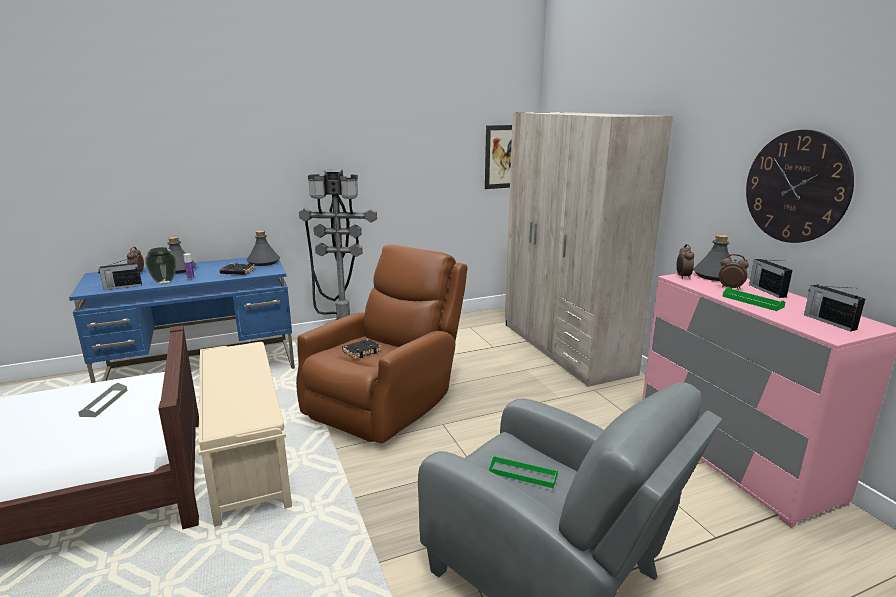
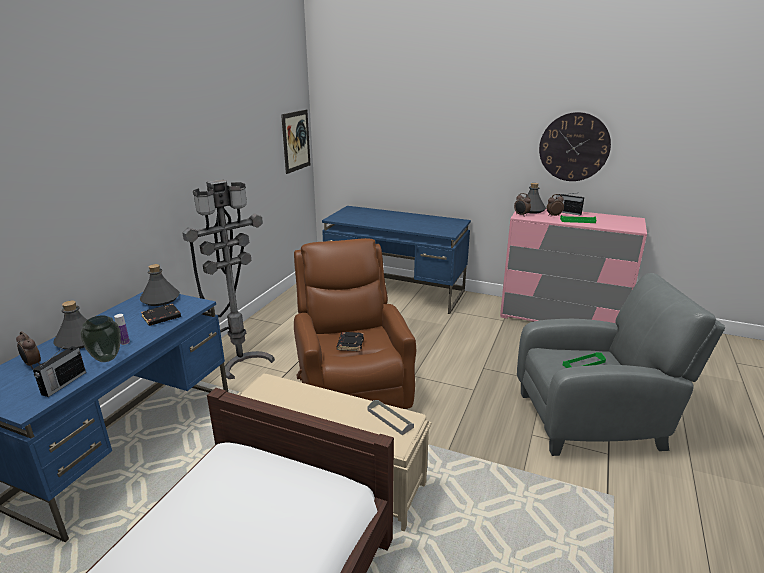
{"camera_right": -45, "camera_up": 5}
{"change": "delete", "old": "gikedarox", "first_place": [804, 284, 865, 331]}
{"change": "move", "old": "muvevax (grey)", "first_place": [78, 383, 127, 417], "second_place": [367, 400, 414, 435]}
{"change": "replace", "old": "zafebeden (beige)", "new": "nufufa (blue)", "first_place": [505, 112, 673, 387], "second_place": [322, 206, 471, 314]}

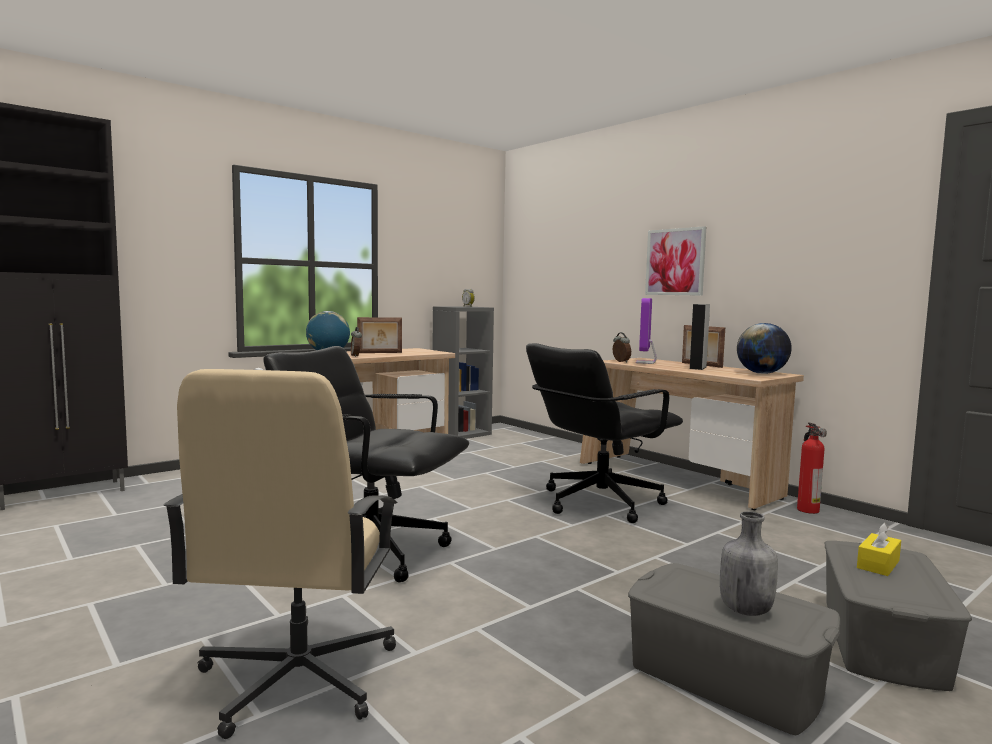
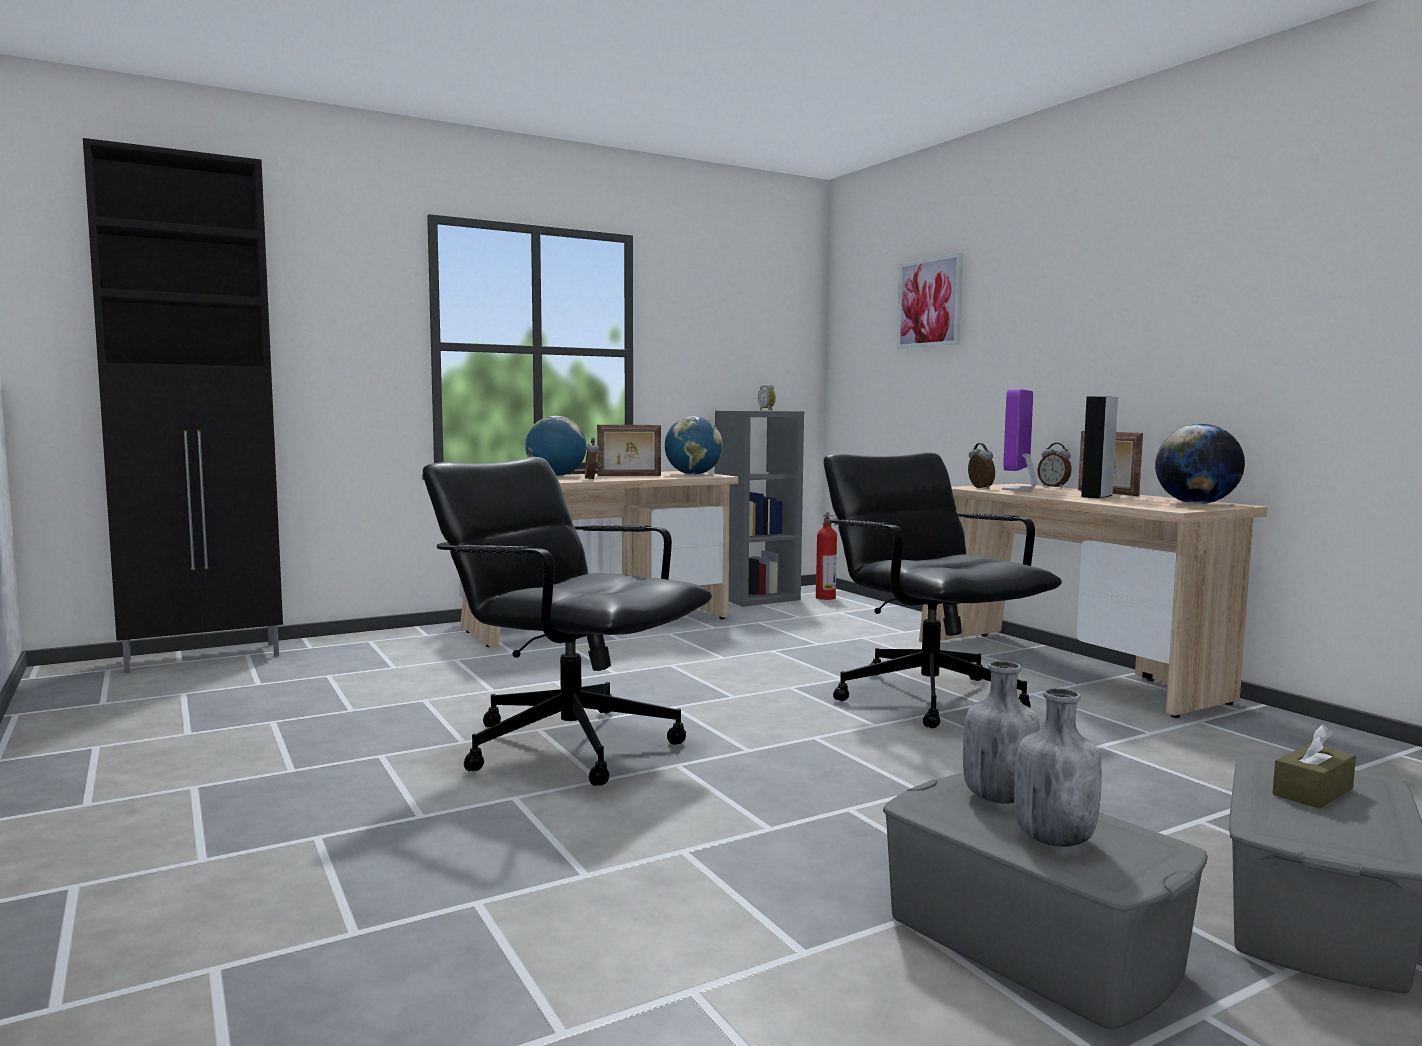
{"camera_right": 10, "camera_up": 0}
{"change": "delete", "old": "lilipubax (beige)", "first_place": [164, 369, 397, 739]}
{"change": "insert", "new": "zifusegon", "second_place": [665, 416, 723, 475]}
{"change": "insert", "new": "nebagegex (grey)", "second_place": [963, 661, 1040, 803]}
{"change": "insert", "new": "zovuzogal", "second_place": [1038, 443, 1072, 488]}
{"change": "move", "old": "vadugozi", "first_place": [645, 226, 706, 296], "second_place": [897, 253, 963, 349]}
{"change": "move", "old": "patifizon", "first_place": [797, 423, 827, 514], "second_place": [816, 512, 838, 600]}
{"change": "recolor", "old": "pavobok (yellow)", "new": "pavobok (brown)", "first_place": [857, 523, 901, 576], "second_place": [1272, 724, 1356, 809]}
{"change": "rotate", "old": "lilipubax (black)", "first_place": [526, 343, 683, 523], "second_place": [823, 452, 1062, 728], "degrees": 90}

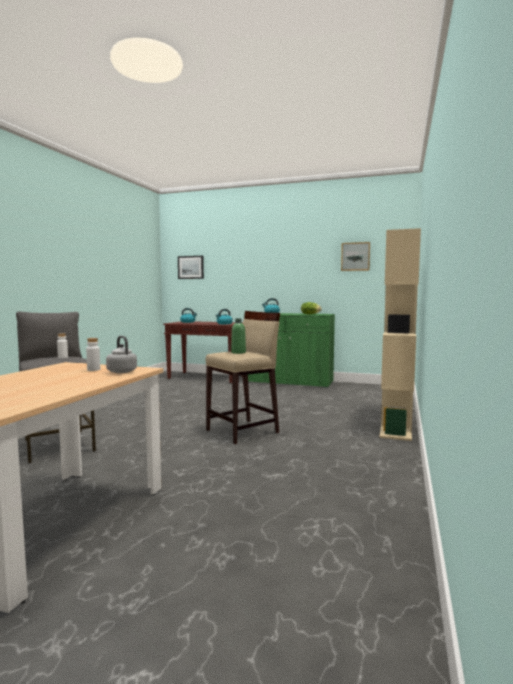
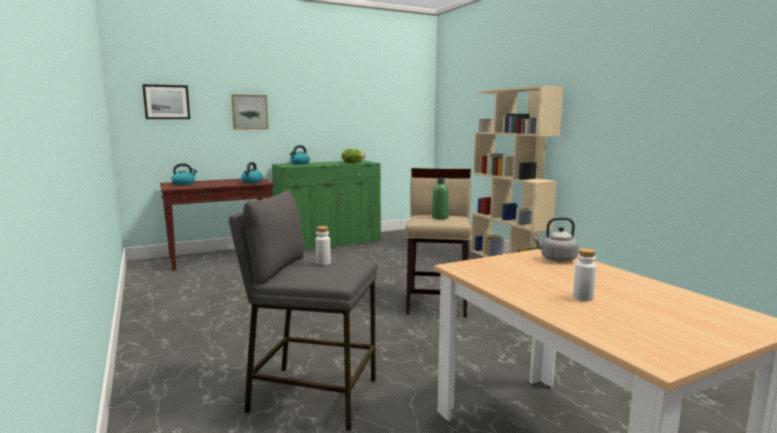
{"camera_right": -45, "camera_up": 5}
{"change": "move", "old": "nebagegex (white)", "first_place": [86, 338, 100, 371], "second_place": [573, 248, 596, 301]}
{"change": "move", "old": "vadugozi", "first_place": [341, 242, 370, 271], "second_place": [231, 95, 268, 129]}

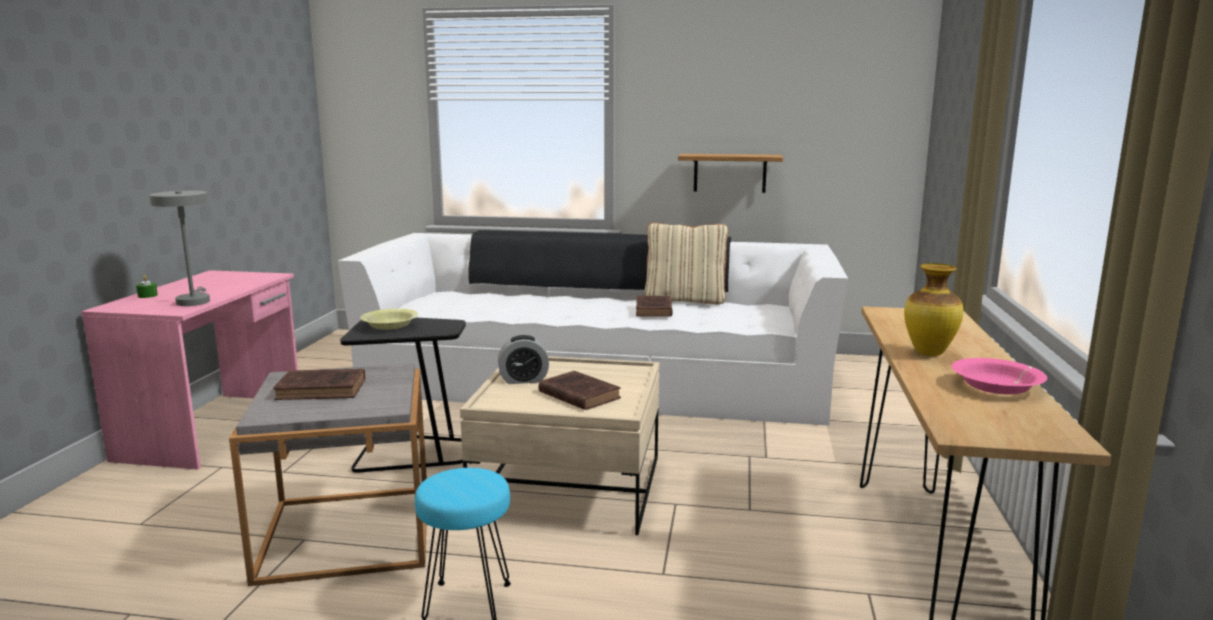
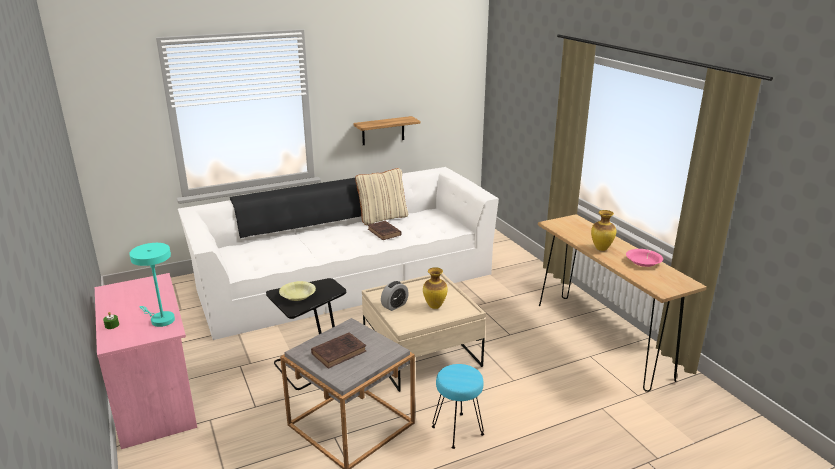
{"camera_right": -35, "camera_up": 10}
{"change": "replace", "old": "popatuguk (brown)", "new": "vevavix", "first_place": [539, 371, 621, 410], "second_place": [423, 267, 448, 309]}
{"change": "recolor", "old": "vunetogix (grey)", "new": "vunetogix (turquoise)", "first_place": [149, 191, 210, 306], "second_place": [129, 243, 175, 327]}

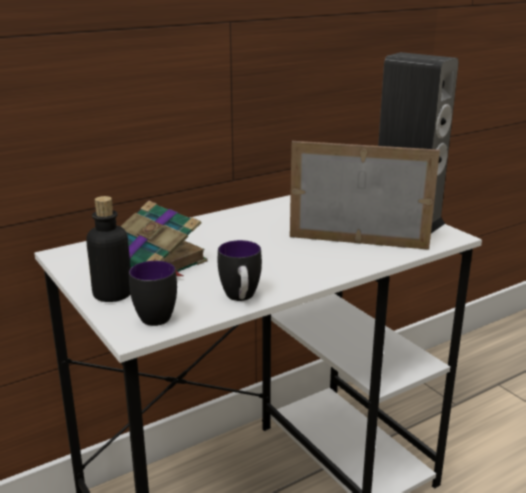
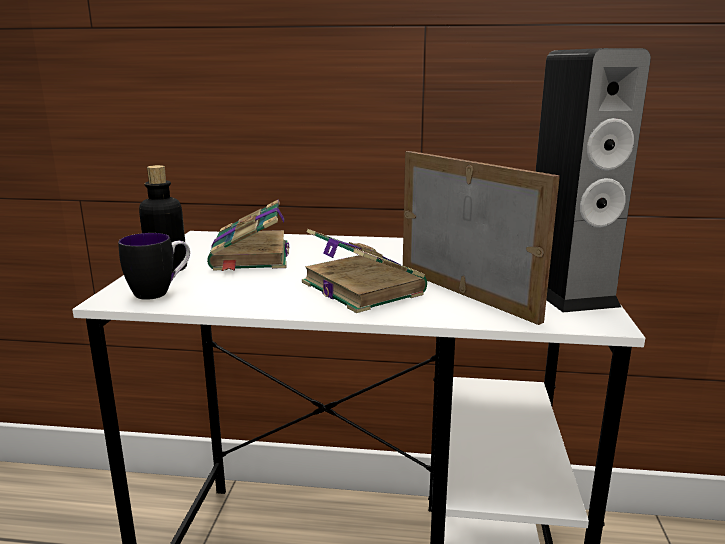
{"camera_right": 40, "camera_up": -5}
{"change": "delete", "old": "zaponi", "first_place": [218, 240, 262, 301]}
{"change": "insert", "new": "popatuguk", "second_place": [302, 229, 427, 313]}

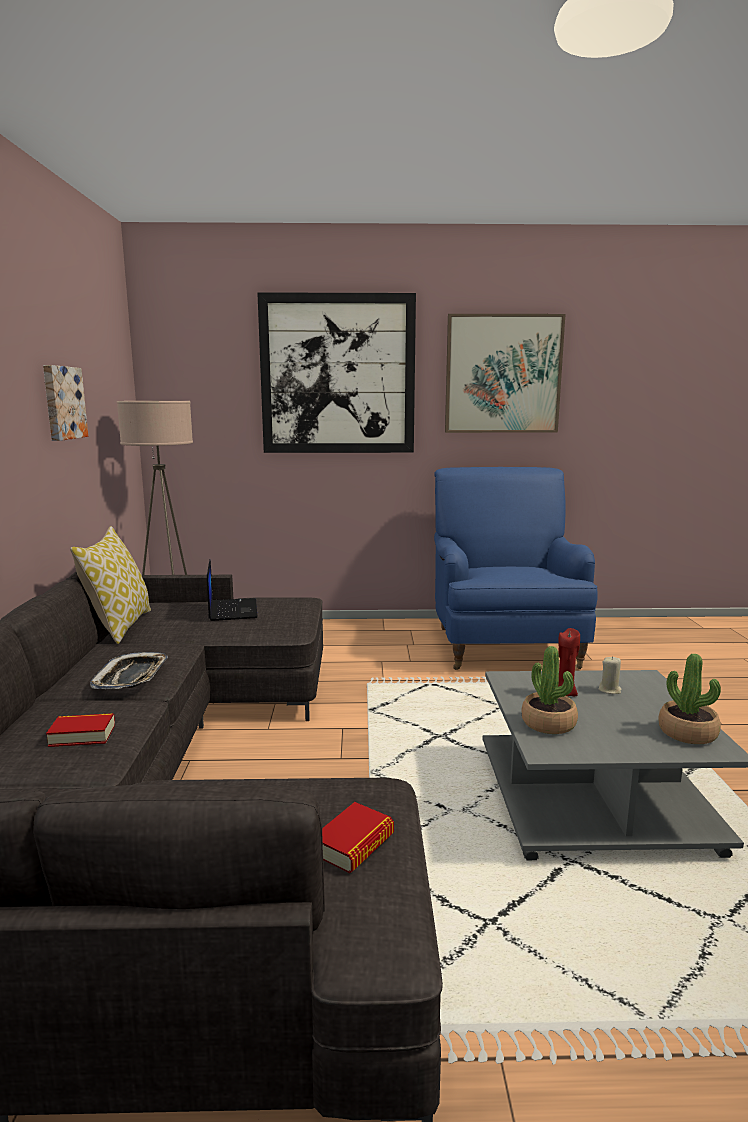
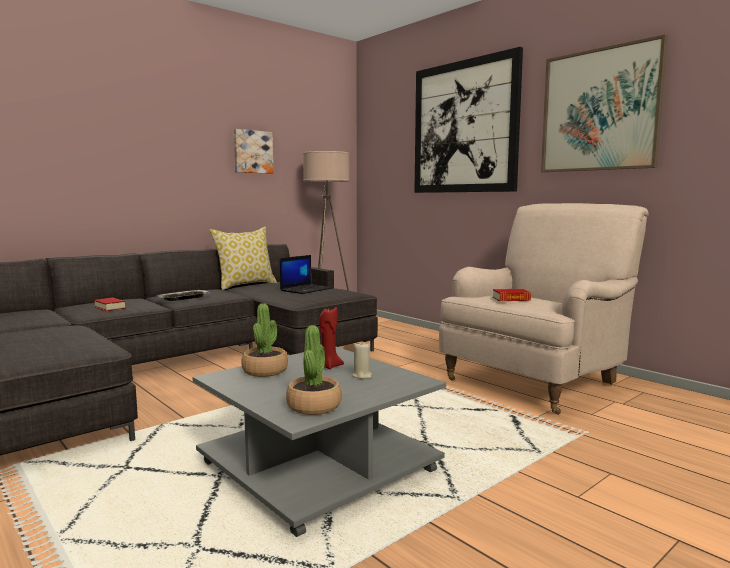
{"camera_right": 50, "camera_up": -5}
{"change": "move", "old": "popatuguk", "first_place": [322, 802, 394, 873], "second_place": [493, 289, 531, 301]}
{"change": "recolor", "old": "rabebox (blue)", "new": "rabebox (beige)", "first_place": [434, 467, 598, 670], "second_place": [439, 203, 649, 415]}

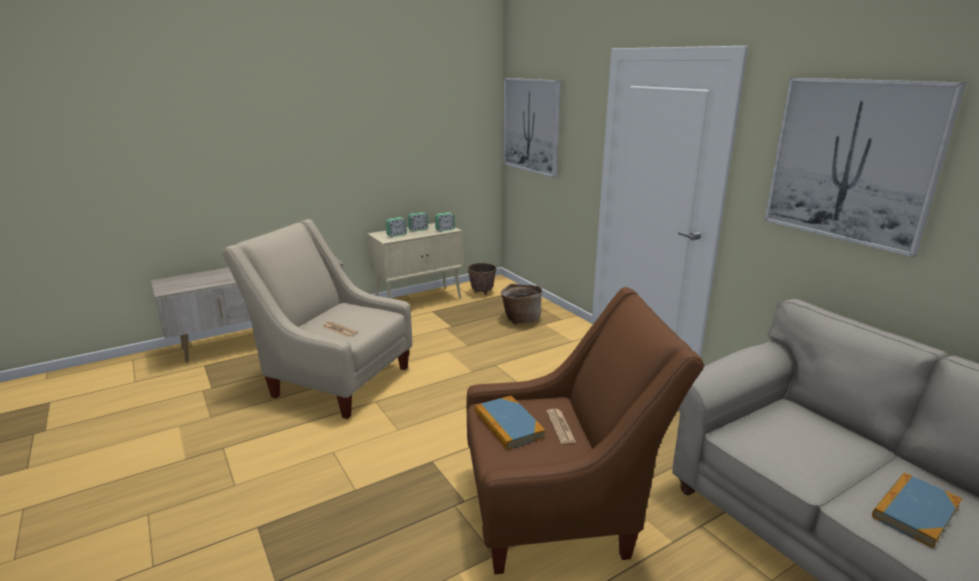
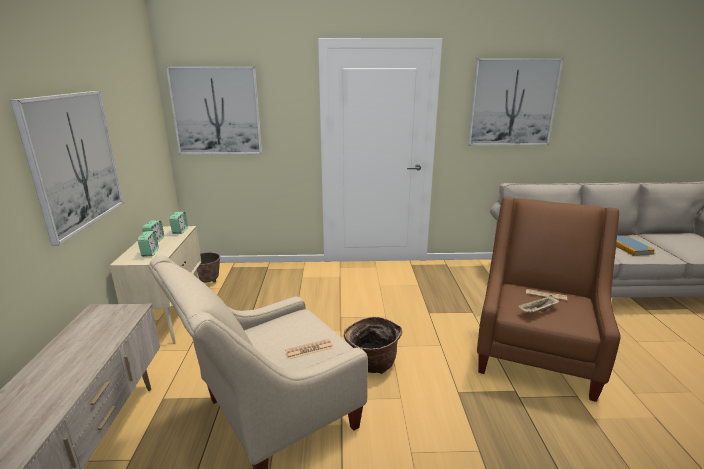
{"camera_right": -60, "camera_up": 0}
{"change": "insert", "new": "vadugozi", "second_place": [10, 91, 124, 246]}
{"change": "move", "old": "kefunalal", "first_place": [501, 284, 543, 324], "second_place": [344, 317, 402, 374]}
{"change": "replace", "old": "popatuguk", "new": "muvevax (beige)", "first_place": [475, 396, 546, 450], "second_place": [518, 295, 560, 313]}

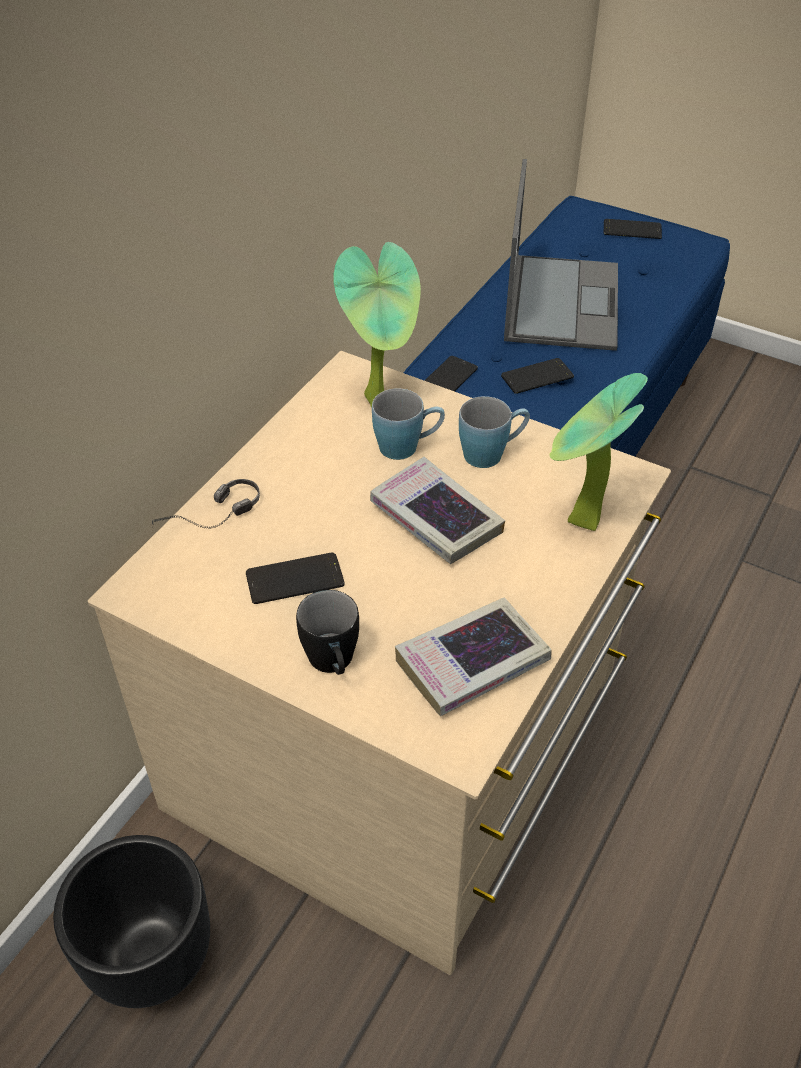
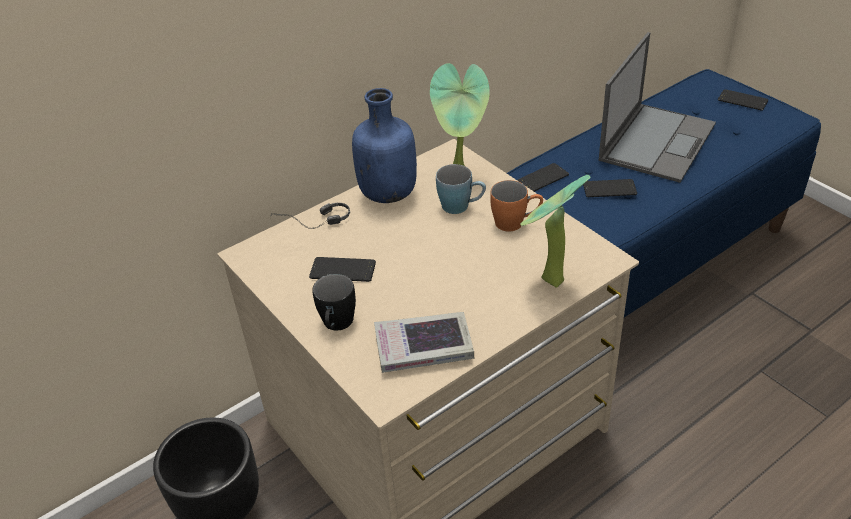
{"camera_right": 25, "camera_up": -5}
{"change": "delete", "old": "popatuguk", "first_place": [370, 457, 505, 564]}
{"change": "insert", "new": "nebagegex (blue)", "second_place": [352, 88, 417, 203]}
{"change": "recolor", "old": "zaponi (blue)", "new": "zaponi (orange)", "first_place": [459, 396, 530, 468], "second_place": [490, 180, 543, 232]}

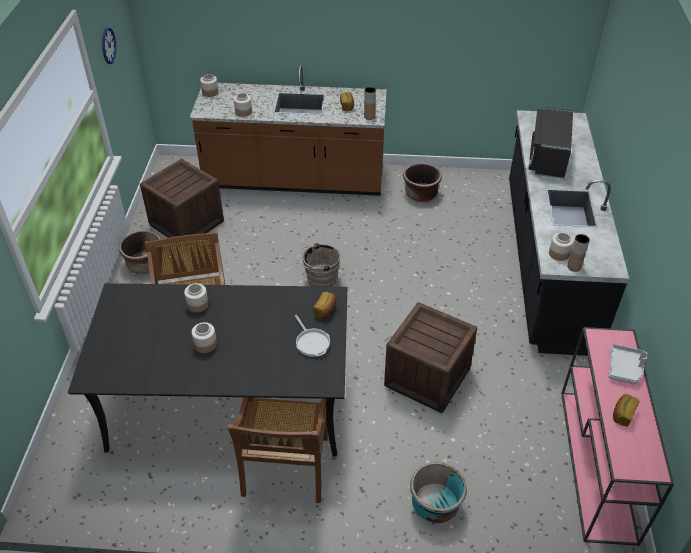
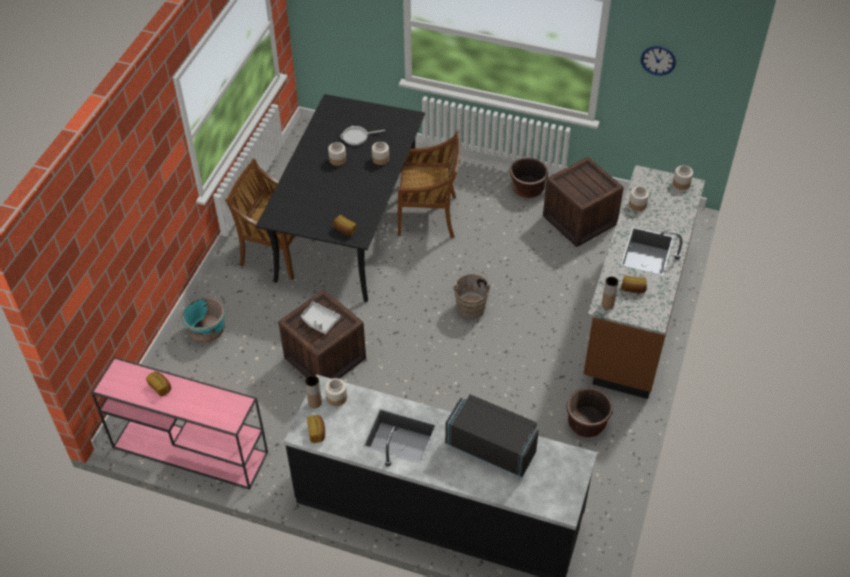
{"camera_right": 105, "camera_up": 5}
{"change": "insert", "new": "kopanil", "second_place": [307, 415, 325, 443]}
{"change": "move", "old": "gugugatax", "first_place": [294, 314, 330, 357], "second_place": [340, 126, 385, 145]}
{"change": "move", "old": "muvevax (grey)", "first_place": [609, 344, 647, 384], "second_place": [301, 302, 341, 334]}

